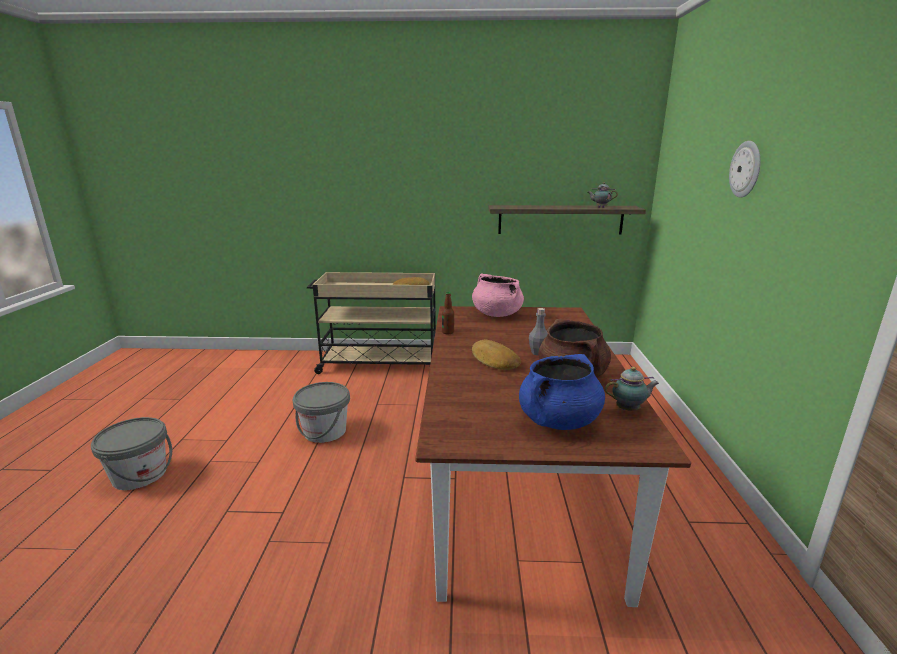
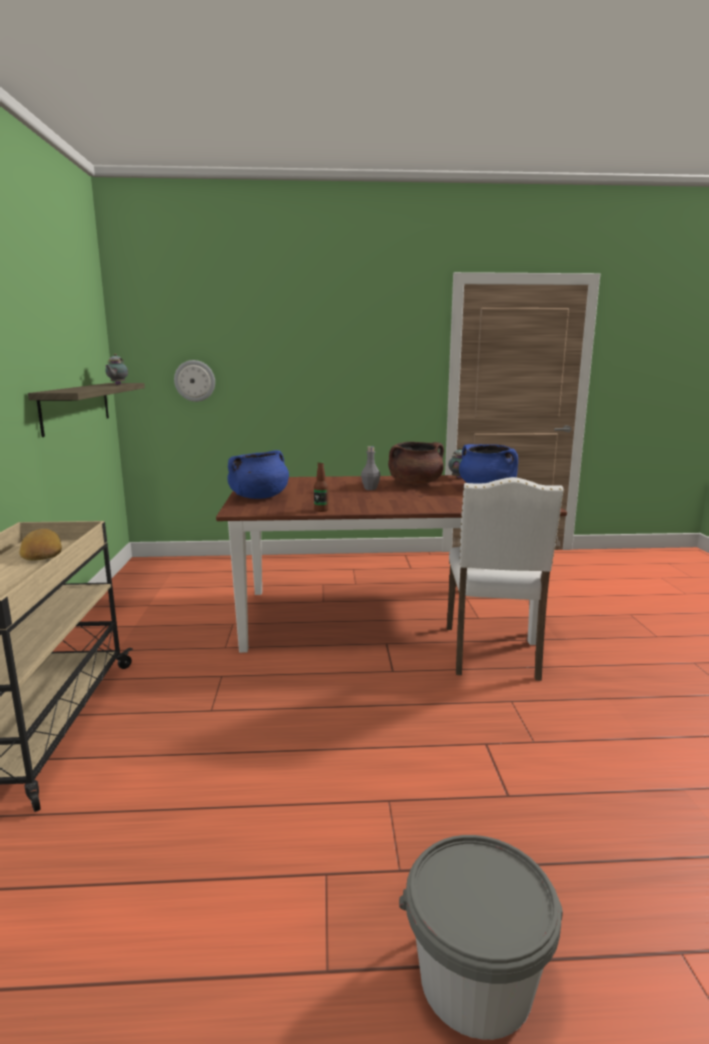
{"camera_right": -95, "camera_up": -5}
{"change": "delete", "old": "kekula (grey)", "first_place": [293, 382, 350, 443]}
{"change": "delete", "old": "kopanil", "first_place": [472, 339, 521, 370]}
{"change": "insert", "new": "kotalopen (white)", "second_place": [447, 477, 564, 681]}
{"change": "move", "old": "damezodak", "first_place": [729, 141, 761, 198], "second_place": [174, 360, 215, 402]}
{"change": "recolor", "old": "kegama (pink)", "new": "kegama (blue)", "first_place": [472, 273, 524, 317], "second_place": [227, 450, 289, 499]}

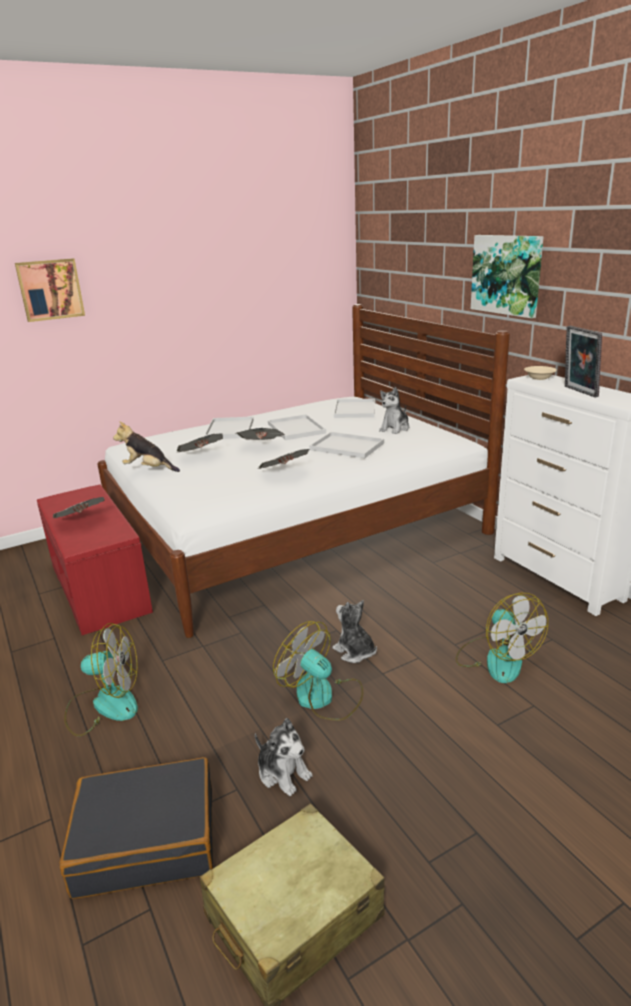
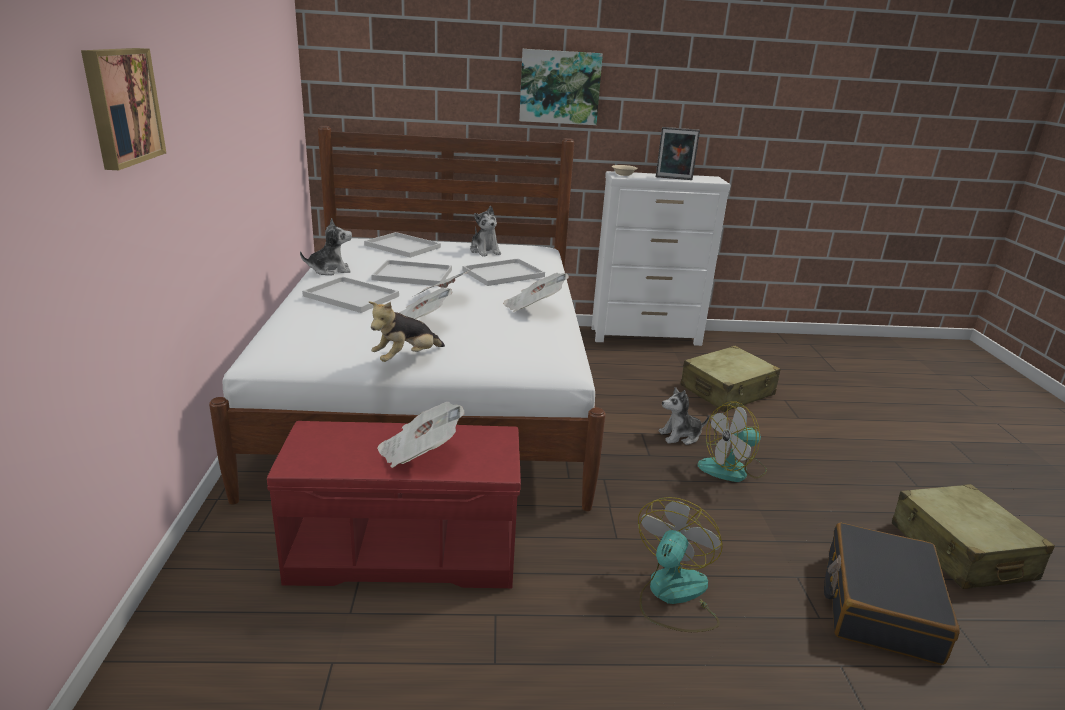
{"camera_right": -65, "camera_up": 0}
{"change": "move", "old": "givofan", "first_place": [255, 718, 313, 796], "second_place": [300, 218, 352, 275]}
{"change": "replace", "old": "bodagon", "new": "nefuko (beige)", "first_place": [456, 593, 548, 683], "second_place": [680, 346, 781, 412]}

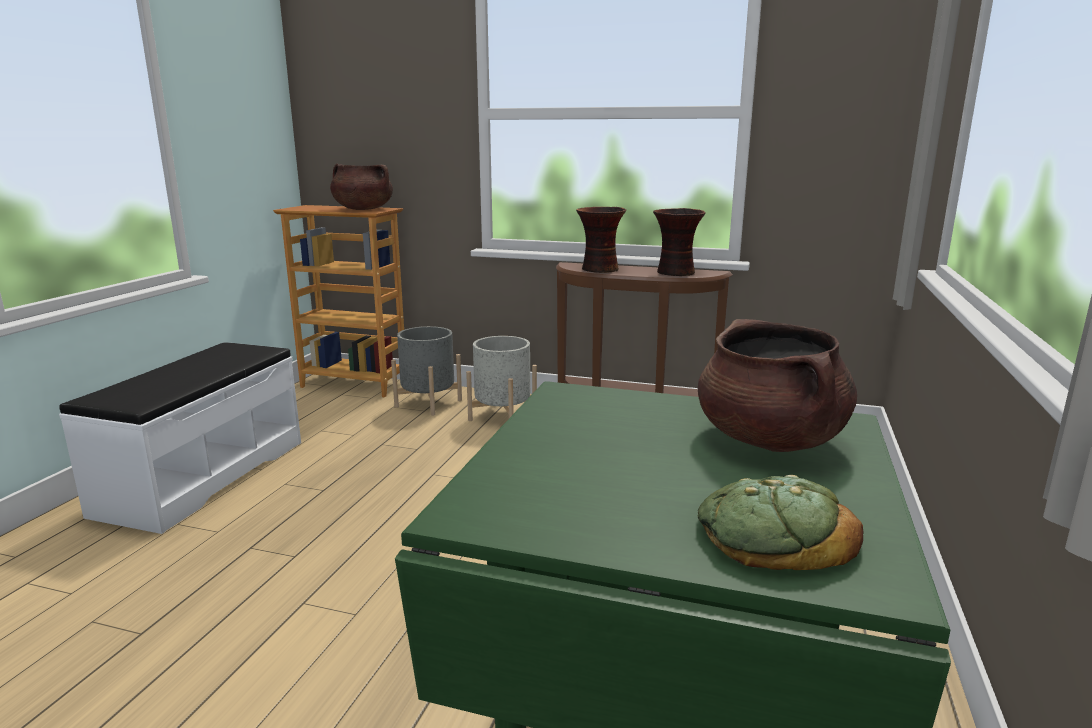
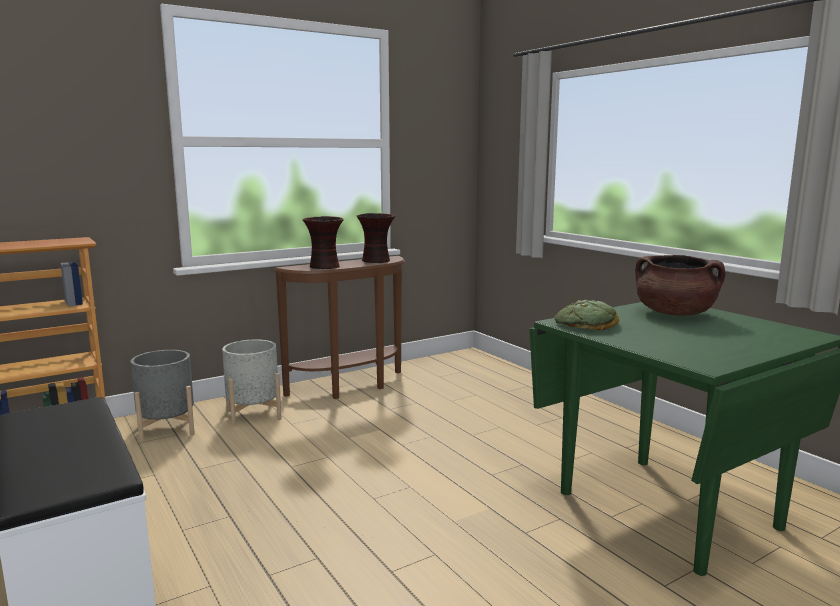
{"camera_right": -50, "camera_up": -5}
{"change": "delete", "old": "kegama (brown)", "first_place": [330, 164, 393, 210]}
{"change": "move", "old": "kopanil", "first_place": [697, 475, 864, 570], "second_place": [554, 300, 619, 330]}

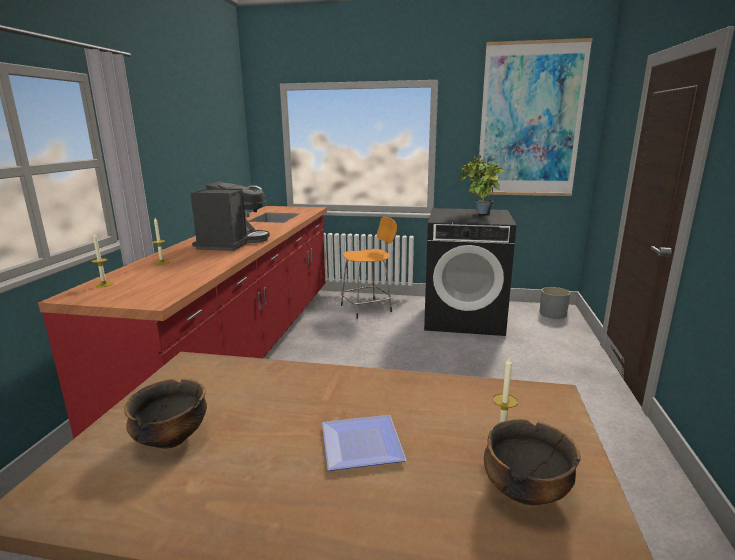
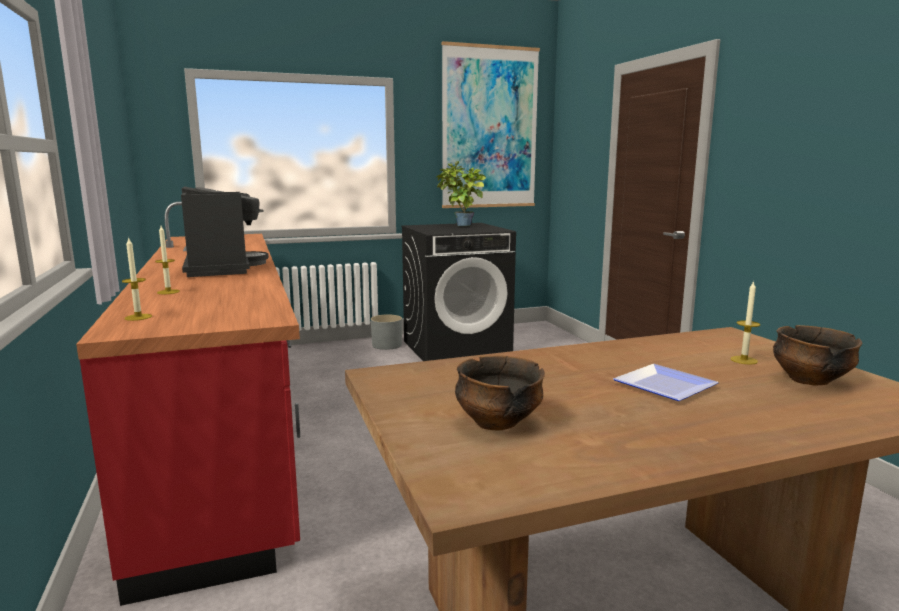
{"camera_right": -30, "camera_up": -5}
{"change": "delete", "old": "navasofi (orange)", "first_place": [341, 217, 397, 319]}
{"change": "move", "old": "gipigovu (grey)", "first_place": [540, 287, 570, 319], "second_place": [371, 315, 402, 350]}

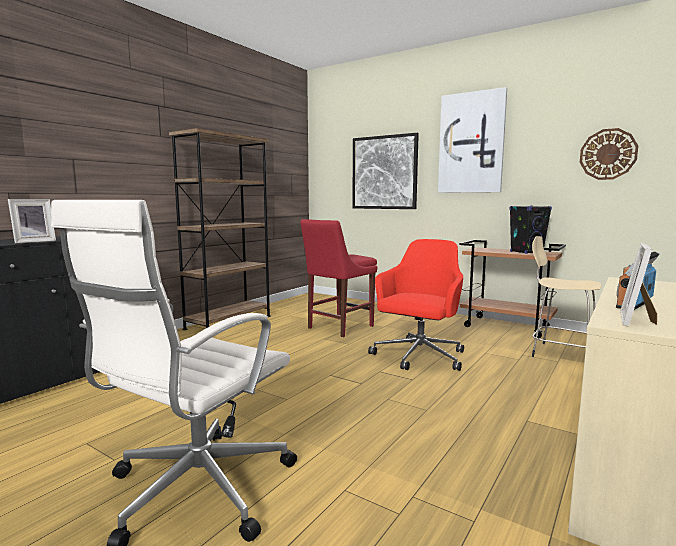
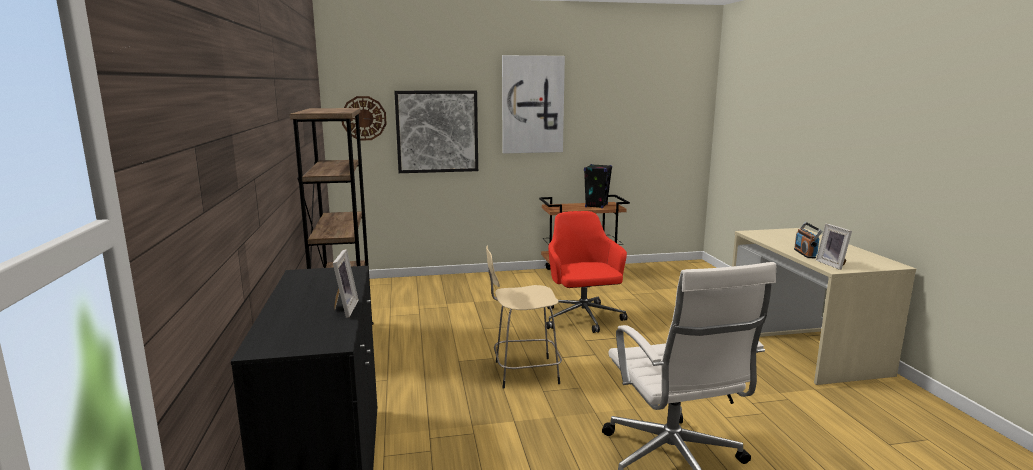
{"camera_right": -45, "camera_up": 5}
{"change": "delete", "old": "kotalopen (red)", "first_place": [300, 219, 377, 337]}
{"change": "move", "old": "navasofi (beige)", "first_place": [532, 236, 601, 357], "second_place": [486, 245, 562, 389]}
{"change": "move", "old": "damezodak", "first_place": [580, 128, 638, 180], "second_place": [342, 96, 387, 140]}

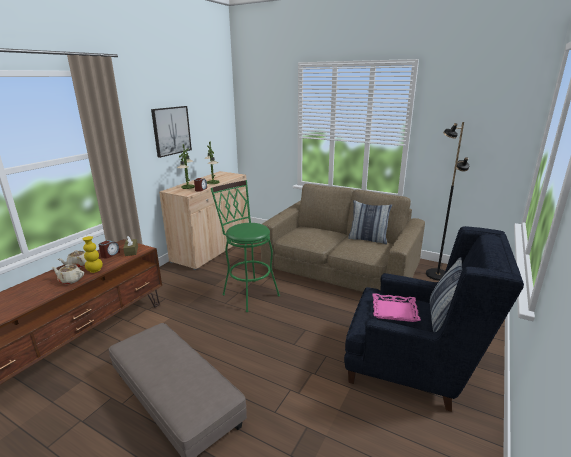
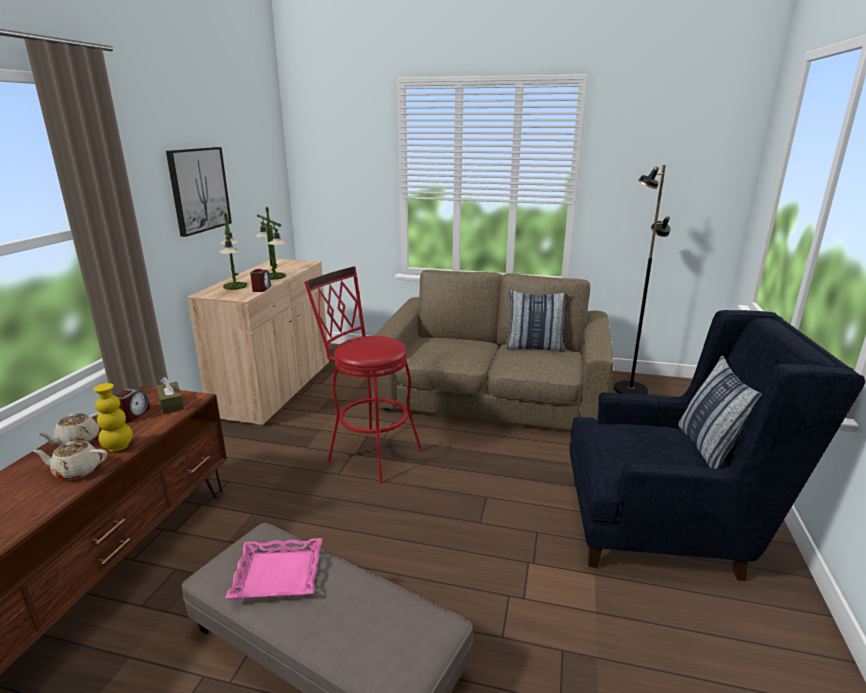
{"camera_right": -15, "camera_up": 0}
{"change": "move", "old": "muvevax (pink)", "first_place": [372, 293, 421, 322], "second_place": [225, 538, 323, 599]}
{"change": "recolor", "old": "navasofi (green)", "new": "navasofi (red)", "first_place": [211, 180, 280, 312], "second_place": [304, 266, 422, 483]}

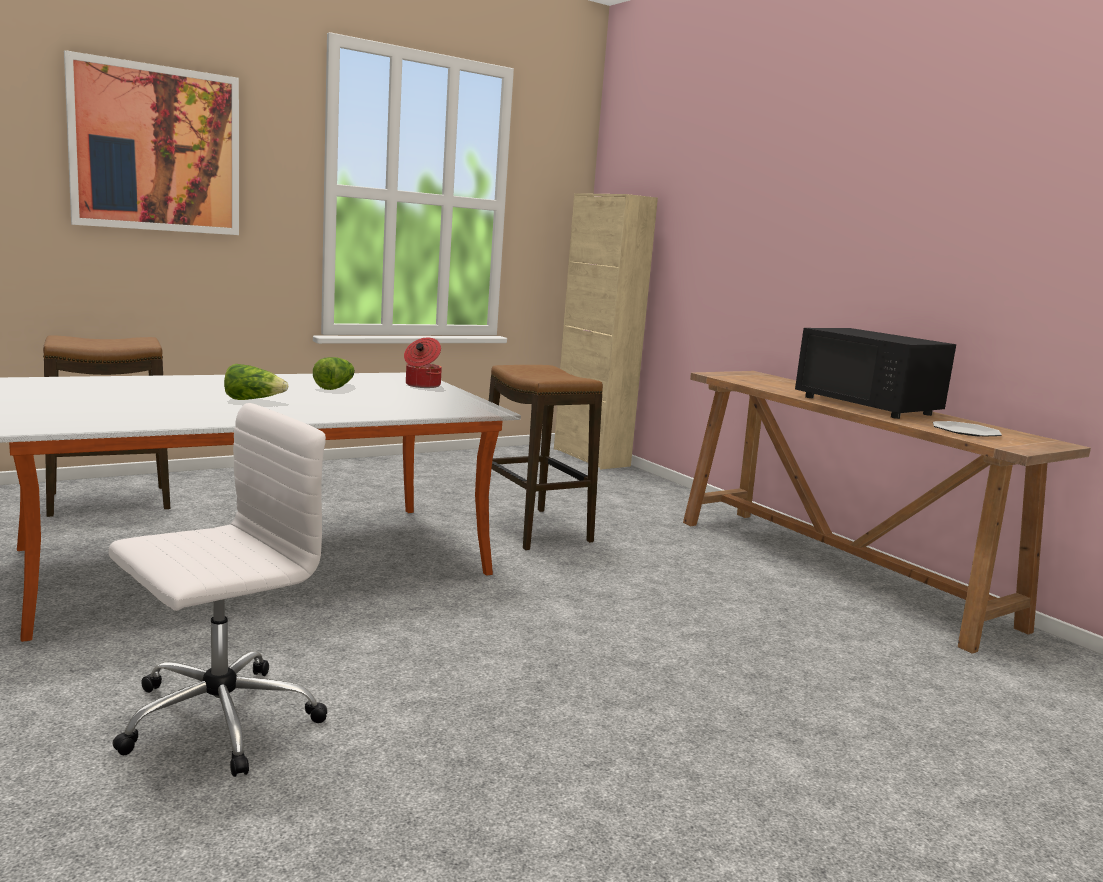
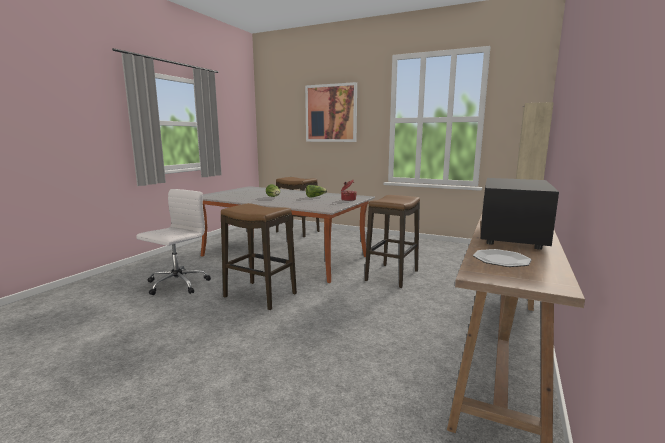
{"camera_right": 60, "camera_up": 0}
{"change": "insert", "new": "navasofi", "second_place": [221, 203, 297, 310]}
{"change": "rotate", "old": "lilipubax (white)", "first_place": [109, 403, 327, 777], "second_place": [136, 189, 211, 295], "degrees": -75}

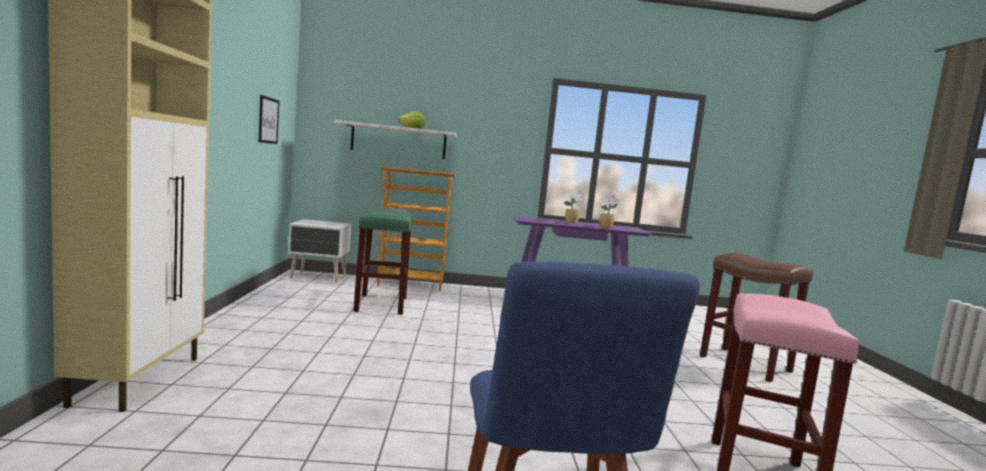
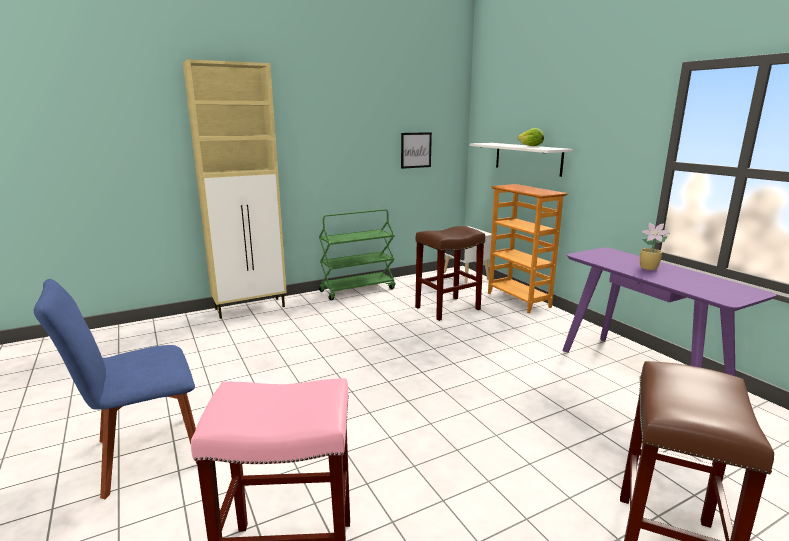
{"camera_right": 65, "camera_up": 10}
{"change": "delete", "old": "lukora", "first_place": [599, 193, 620, 229]}
{"change": "insert", "new": "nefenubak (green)", "second_place": [319, 209, 395, 300]}
{"change": "recolor", "old": "navasofi (green)", "new": "navasofi (brown)", "first_place": [353, 209, 413, 315], "second_place": [415, 226, 485, 321]}

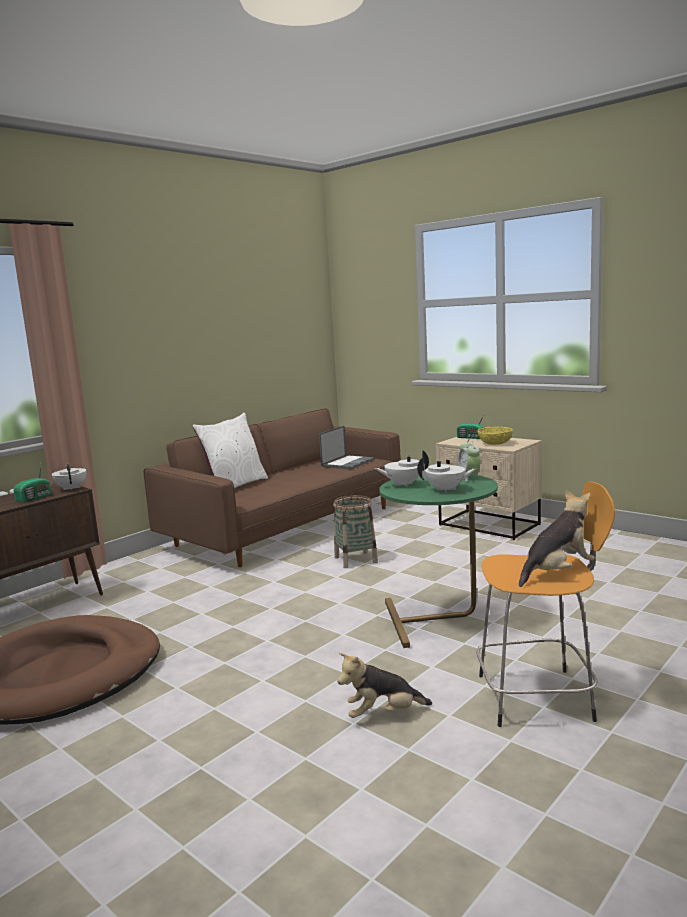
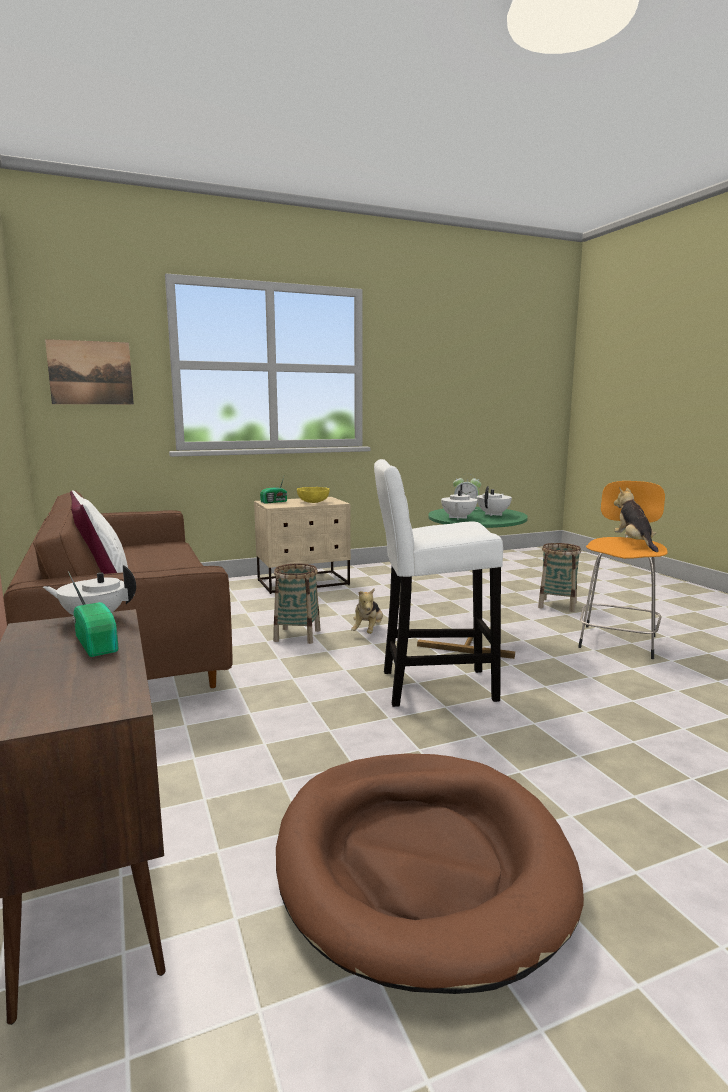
{"camera_right": -65, "camera_up": 0}
{"change": "delete", "old": "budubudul", "first_place": [319, 426, 375, 469]}
{"change": "insert", "new": "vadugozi", "second_place": [45, 339, 134, 404]}
{"change": "insert", "new": "navasofi (white)", "second_place": [374, 459, 503, 707]}
{"change": "insert", "new": "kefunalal", "second_place": [538, 543, 581, 612]}
{"change": "move", "old": "givofan", "first_place": [337, 653, 432, 718], "second_place": [351, 588, 383, 634]}

